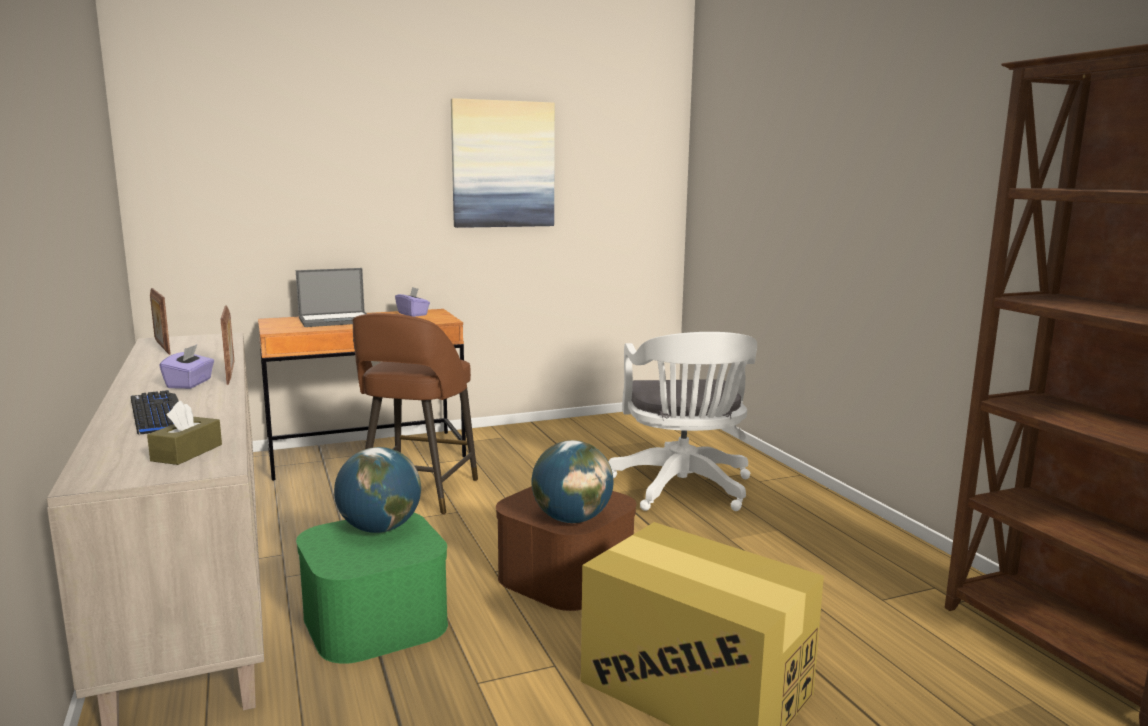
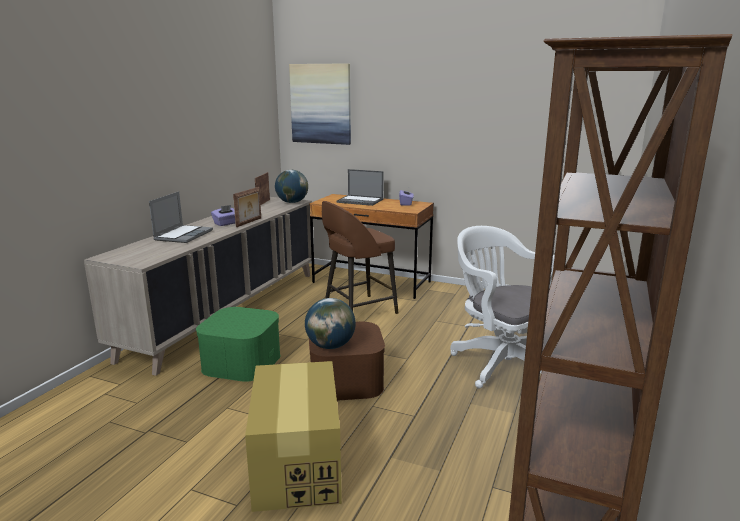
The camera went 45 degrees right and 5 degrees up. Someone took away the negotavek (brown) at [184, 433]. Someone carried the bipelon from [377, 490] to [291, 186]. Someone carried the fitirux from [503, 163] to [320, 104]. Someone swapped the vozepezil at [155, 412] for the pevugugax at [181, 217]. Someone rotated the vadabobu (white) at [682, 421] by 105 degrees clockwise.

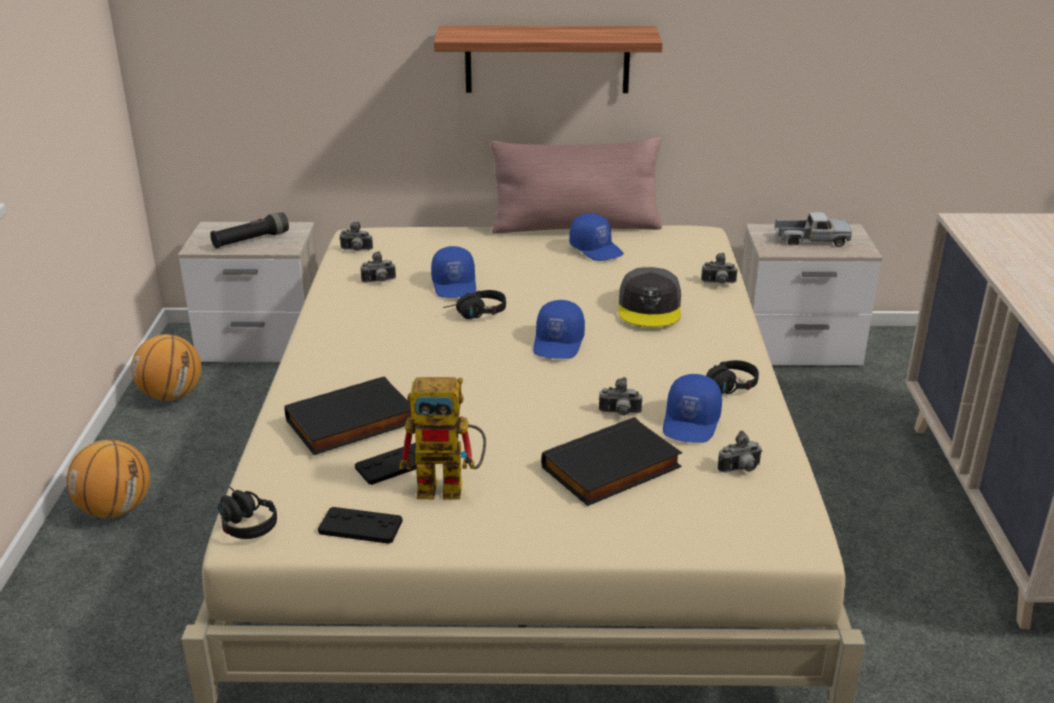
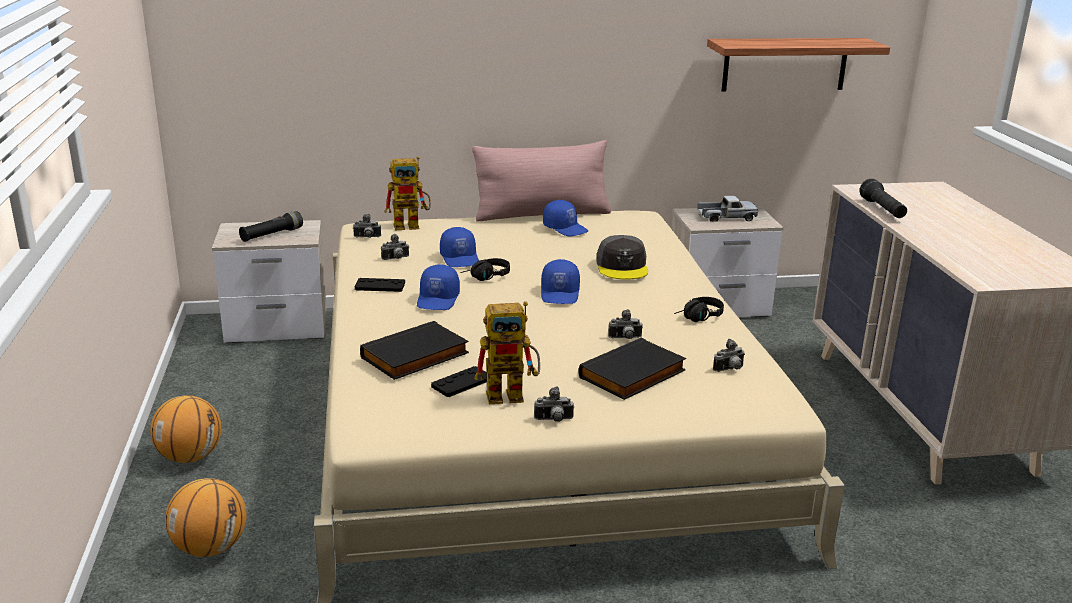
The camera went 10 degrees left and 5 degrees down. Someone took away the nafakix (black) at [247, 512]. Someone put down the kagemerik at [407, 193]. Someone put down the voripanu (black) at [883, 198]. Someone carried the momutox from [166, 367] to [206, 517]. Someone carried the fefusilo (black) from [360, 525] to [380, 285]. Someone carried the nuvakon from [548, 59] to [798, 65]. Someone carried the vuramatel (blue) from [692, 408] to [438, 287]. Someone carried the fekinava from [719, 268] to [554, 404].

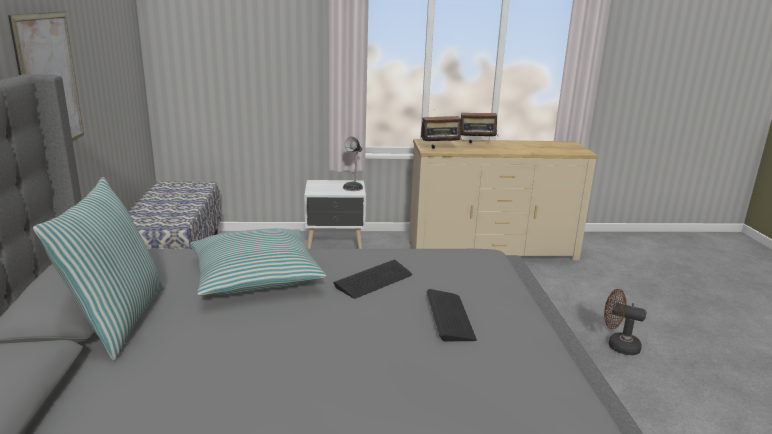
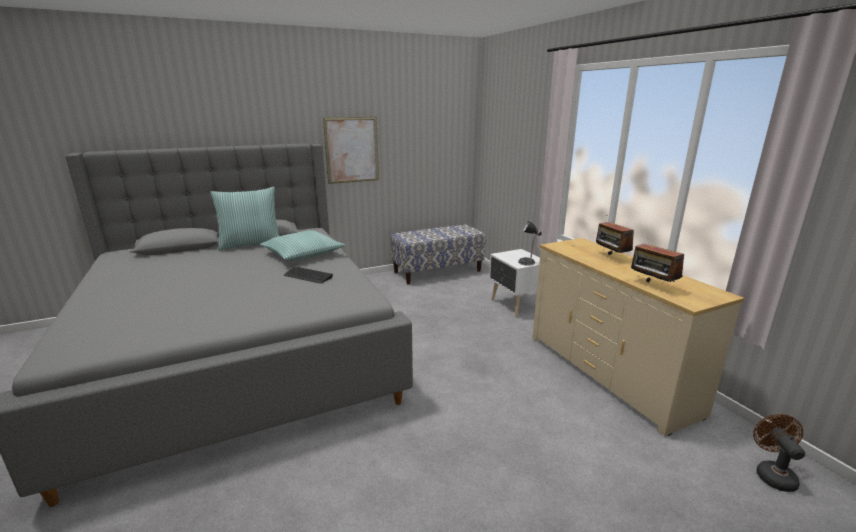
The camera went 70 degrees right and 0 degrees up. Someone took away the vozepezil at [451, 315]. Someone carried the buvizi from [442, 129] to [657, 263]. Someone carried the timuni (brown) from [625, 322] to [779, 453].

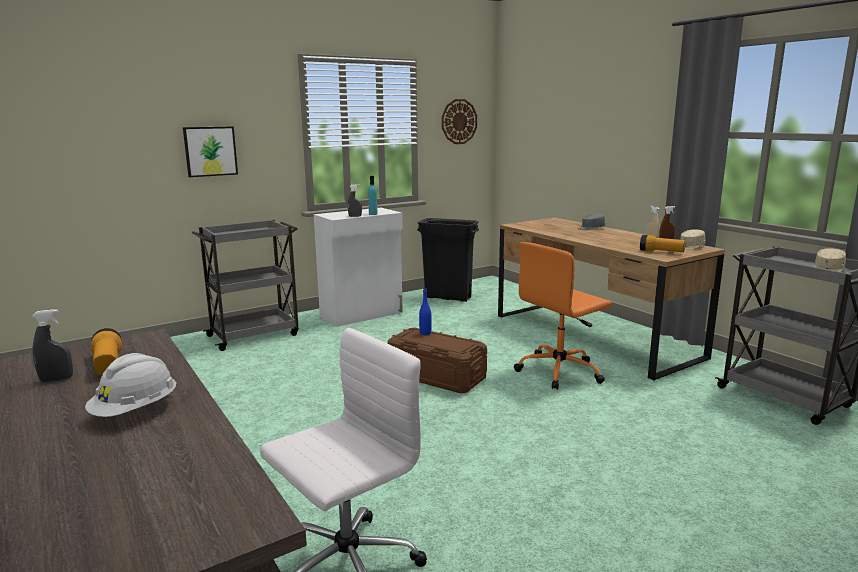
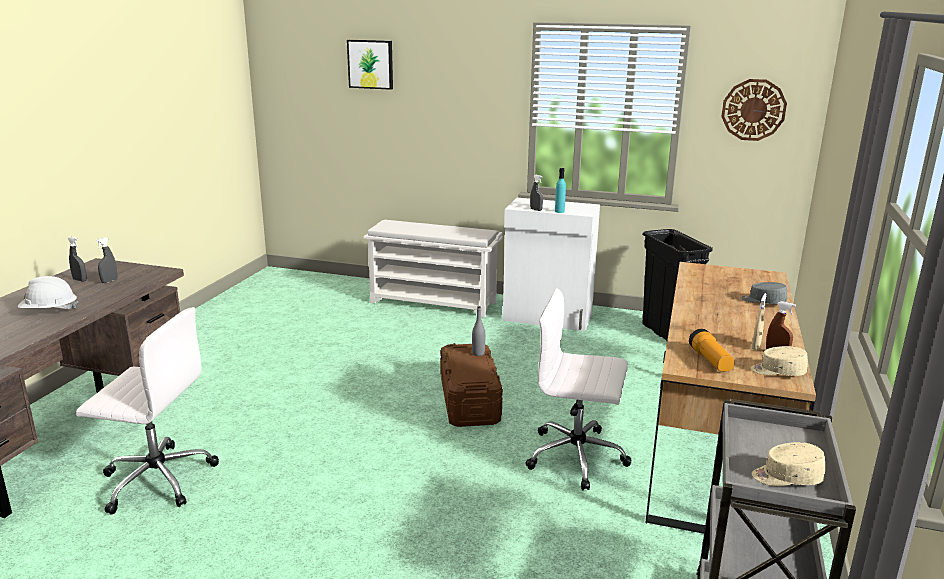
The camera went 50 degrees right and 5 degrees up. Someone carried the fitirux from [210, 151] to [370, 65]. Someone swapped the voripanu at [106, 351] for the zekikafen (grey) at [106, 260]. Someone swapped the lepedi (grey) at [245, 285] for the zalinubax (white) at [433, 268]. Someone repainted the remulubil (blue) at [425, 311], which became the remulubil (grey) at [478, 331]. Someone repainted the vadabobu (orange) at [563, 316], which became the vadabobu (white) at [578, 389].

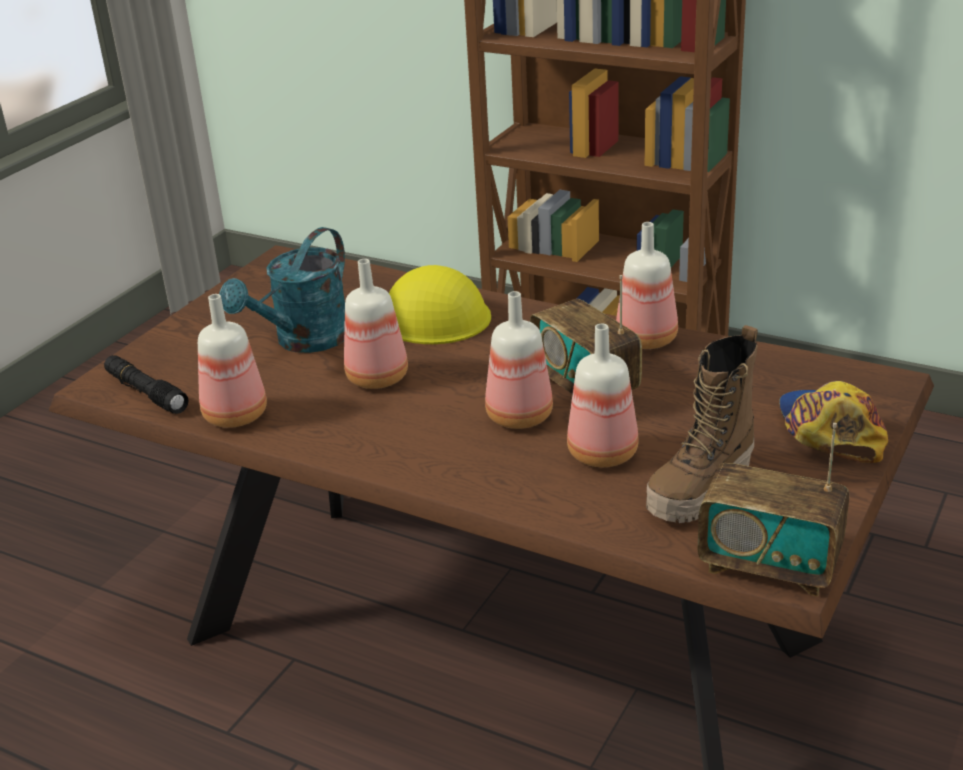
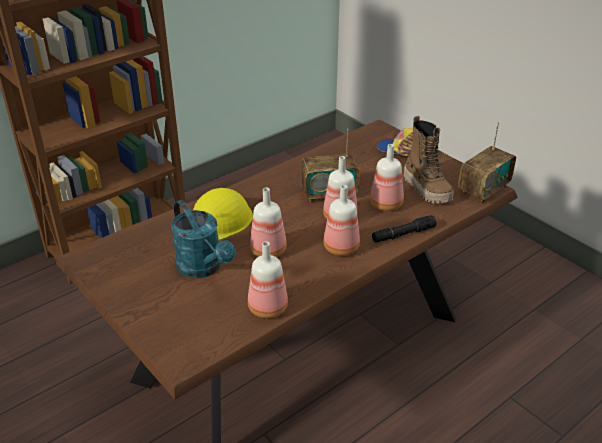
The camera went 70 degrees left and 5 degrees up. Someone carried the voripanu (black) from [146, 384] to [404, 228]. Someone carried the remulubil from [647, 285] to [342, 220].

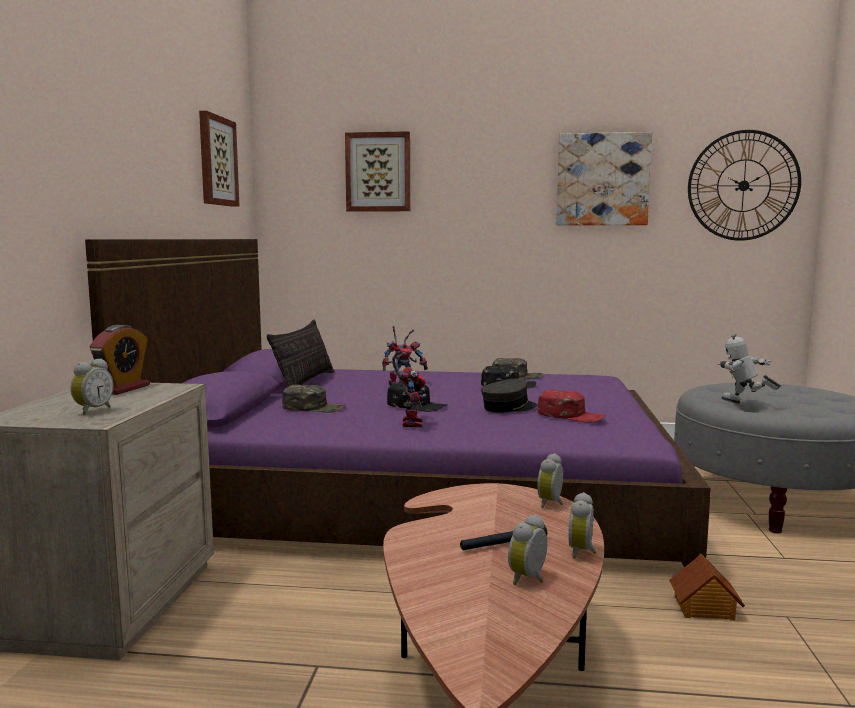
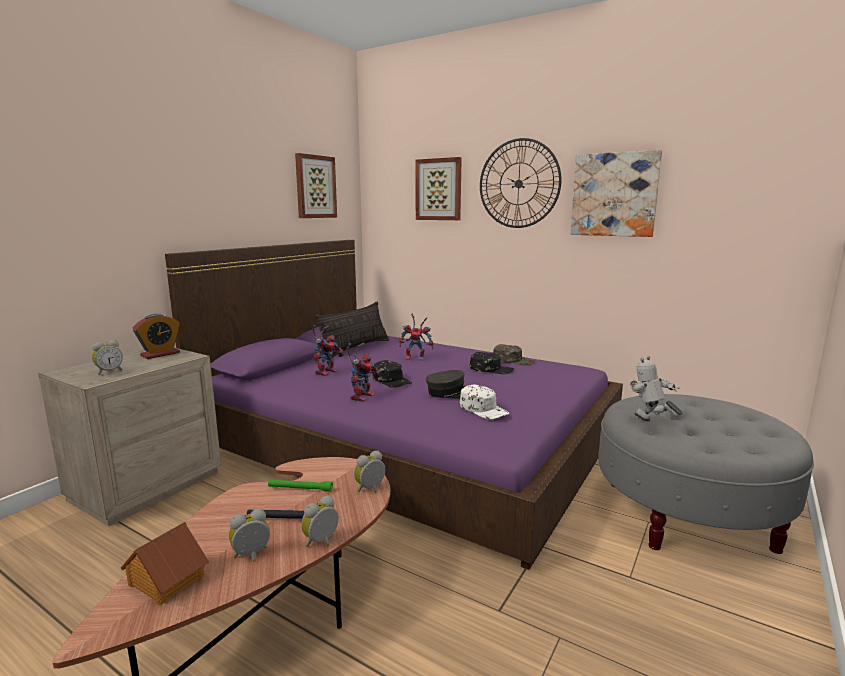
The camera went 25 degrees right and 5 degrees up. Someone put down the voripanu (green) at [300, 486]. Someone carried the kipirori from [707, 587] to [165, 563]. Someone carried the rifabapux from [744, 185] to [521, 183]. Someone swapped the vuramatel (green) at [314, 399] for the kagemerik at [328, 350]. Someone repainted the vuramatel (red) at [571, 406], which became the vuramatel (white) at [485, 402].

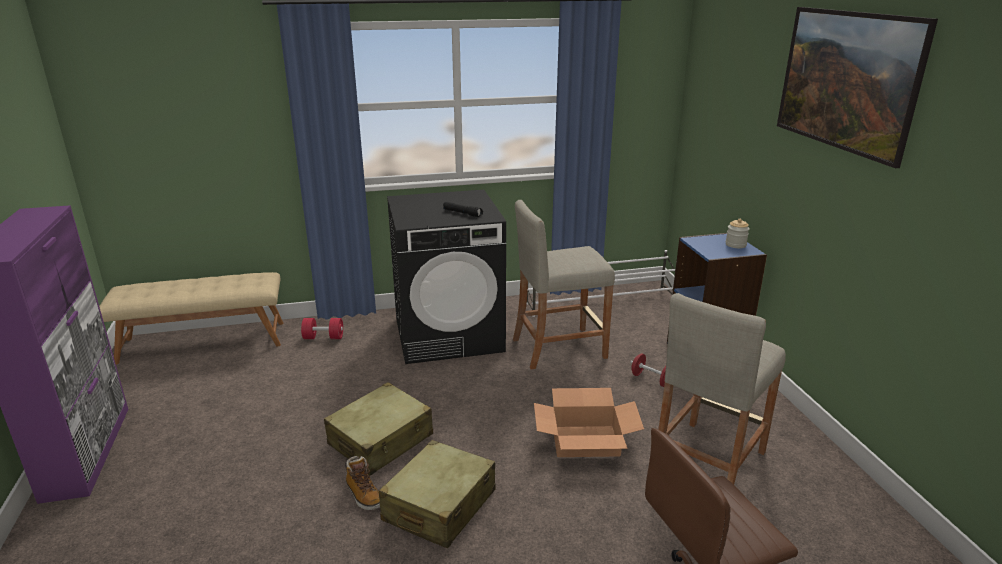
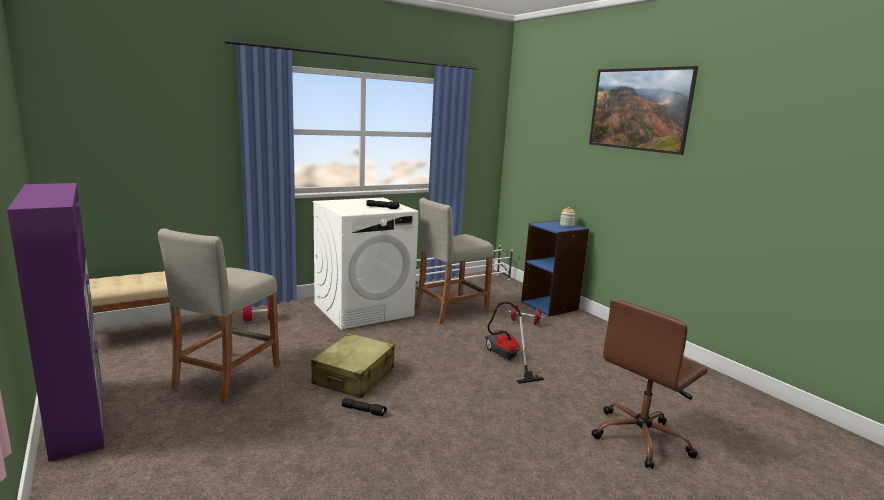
The camera went 20 degrees left and 10 degrees down. Someone took away the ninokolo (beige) at [437, 494]. Someone carried the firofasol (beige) from [722, 388] to [218, 315]. Someone swapped the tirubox at [362, 483] for the voripanu (black) at [364, 407]. Someone swapped the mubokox at [589, 422] for the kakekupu at [515, 343]. Someone repainted the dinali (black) at [446, 277], which became the dinali (white) at [366, 264].

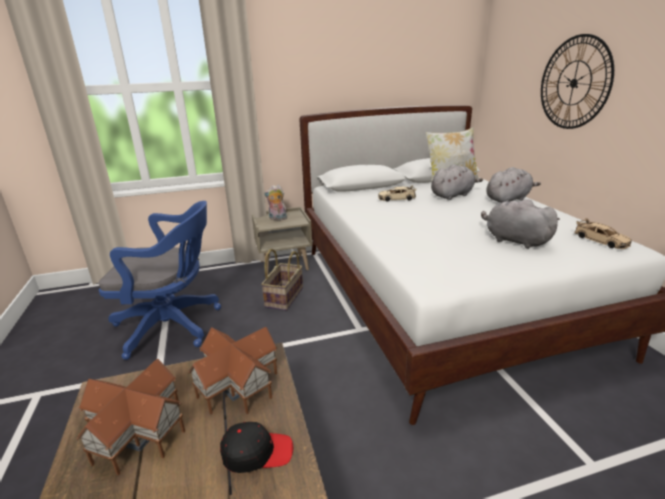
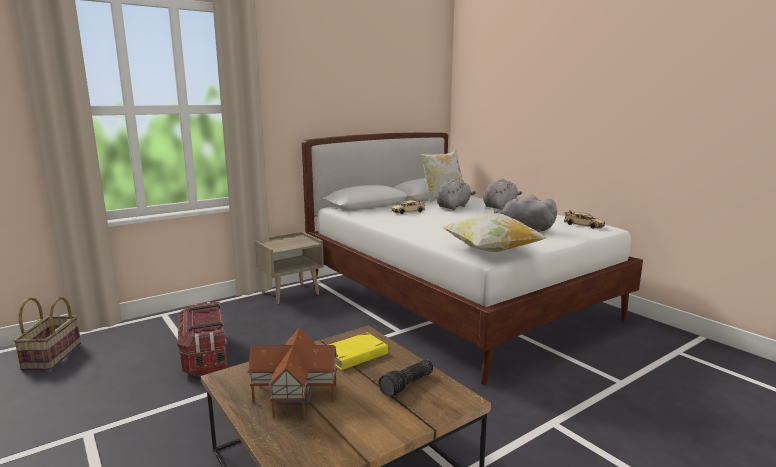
The camera went 20 degrees left and 10 degrees down. Someone took away the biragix at [275, 203]. Someone took away the rifabapux at [577, 81]. Someone put down the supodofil at [493, 232]. Someone carried the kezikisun from [282, 280] to [47, 333]. Someone swapped the vadabobu (blue) at [160, 280] for the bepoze at [202, 339]. Someone swapped the kipirori at [232, 370] for the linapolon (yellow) at [360, 351]. Someone swapped the vuramatel (black) at [256, 447] for the voripanu at [405, 378].

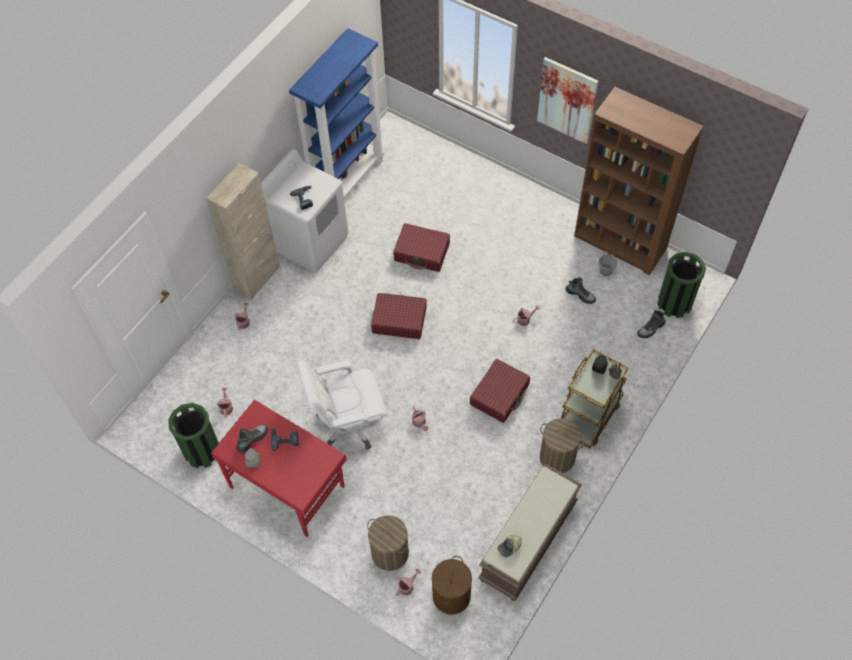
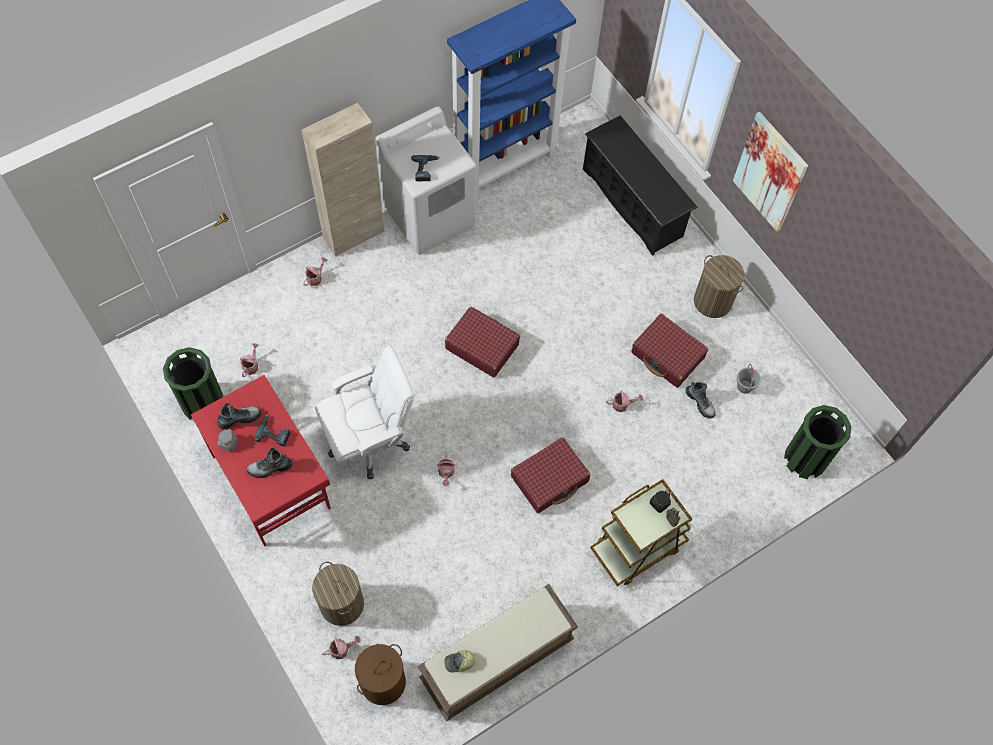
The camera went 20 degrees right and 5 degrees up. Someone took away the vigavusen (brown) at [639, 181]. Someone put down the zalinubax (black) at [640, 186]. Someone carried the ninokolo (red) from [421, 247] to [669, 351]. Someone carried the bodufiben from [562, 445] to [719, 286]. Someone carried the tirubox from [651, 324] to [269, 463]. Someone rotated the vadabobu (white) at [341, 404] by 150 degrees clockwise.

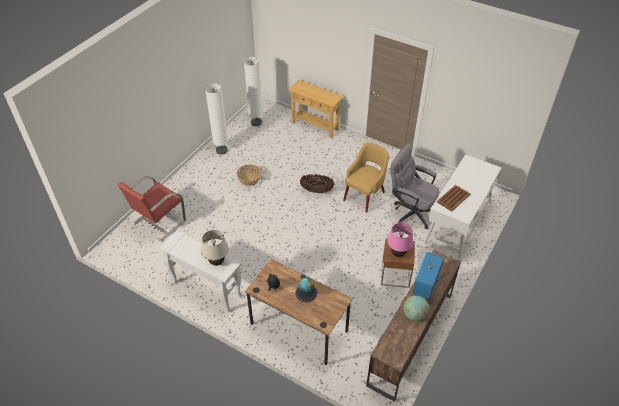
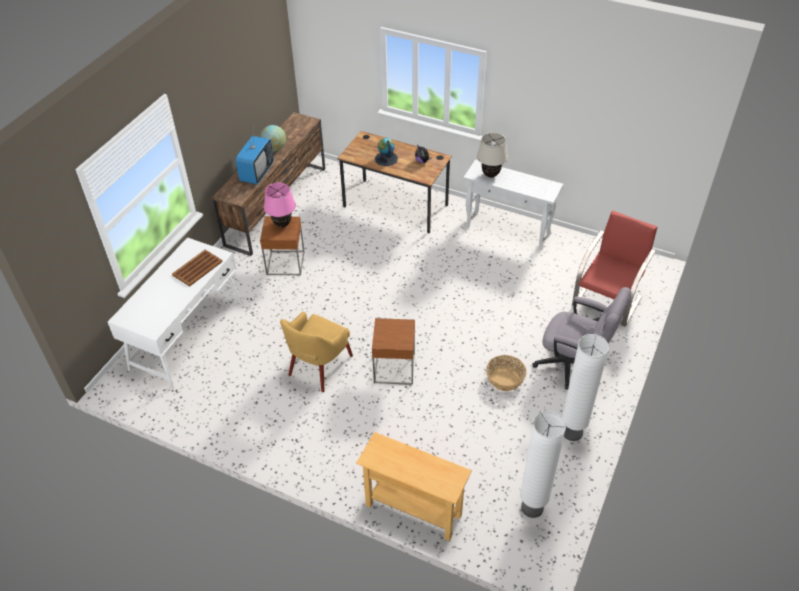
The camera went 175 degrees right and 0 degrees up. Someone carried the vadabobu (grey) from [415, 186] to [581, 338]. Someone swapped the kezikisun at [317, 183] for the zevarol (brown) at [393, 351].

